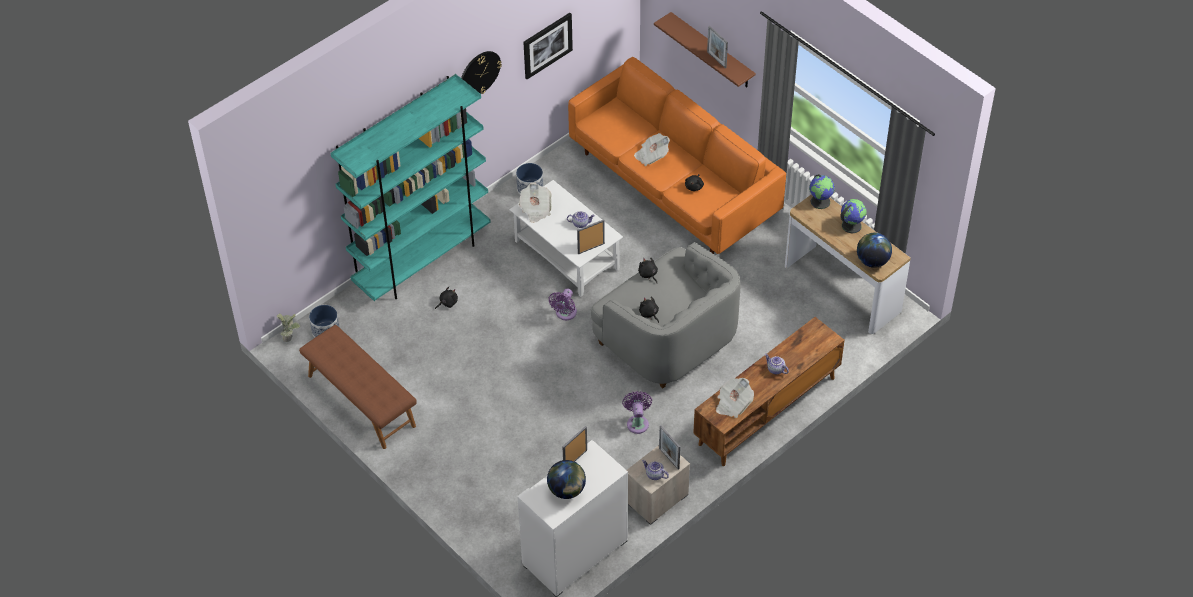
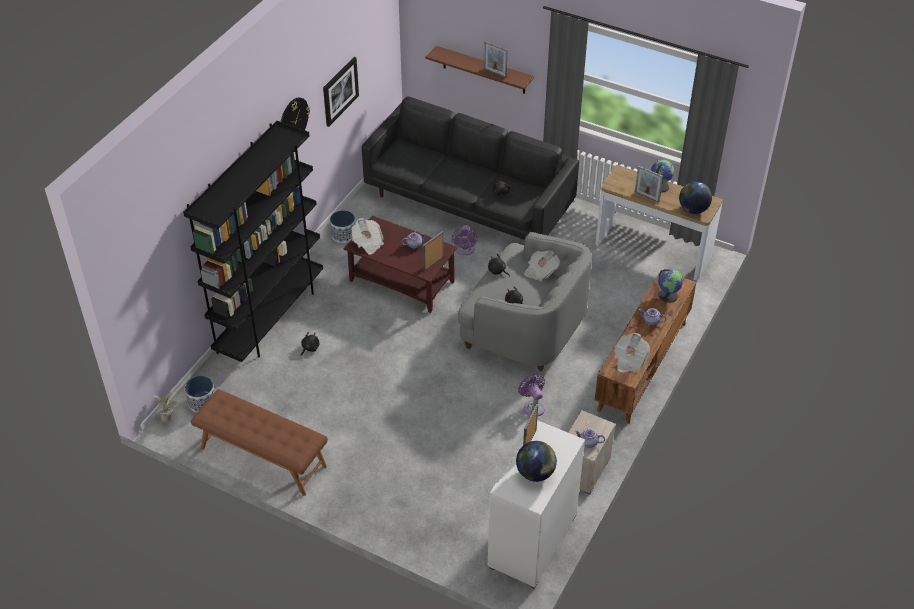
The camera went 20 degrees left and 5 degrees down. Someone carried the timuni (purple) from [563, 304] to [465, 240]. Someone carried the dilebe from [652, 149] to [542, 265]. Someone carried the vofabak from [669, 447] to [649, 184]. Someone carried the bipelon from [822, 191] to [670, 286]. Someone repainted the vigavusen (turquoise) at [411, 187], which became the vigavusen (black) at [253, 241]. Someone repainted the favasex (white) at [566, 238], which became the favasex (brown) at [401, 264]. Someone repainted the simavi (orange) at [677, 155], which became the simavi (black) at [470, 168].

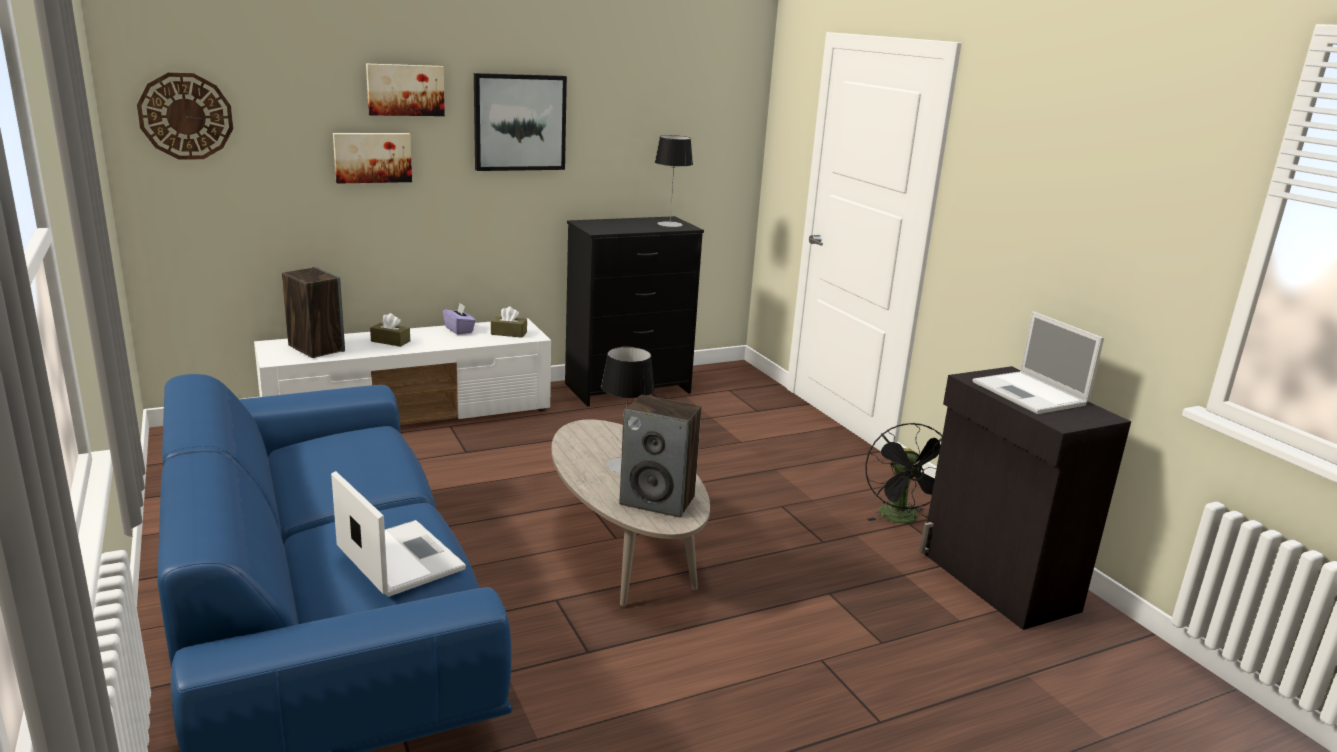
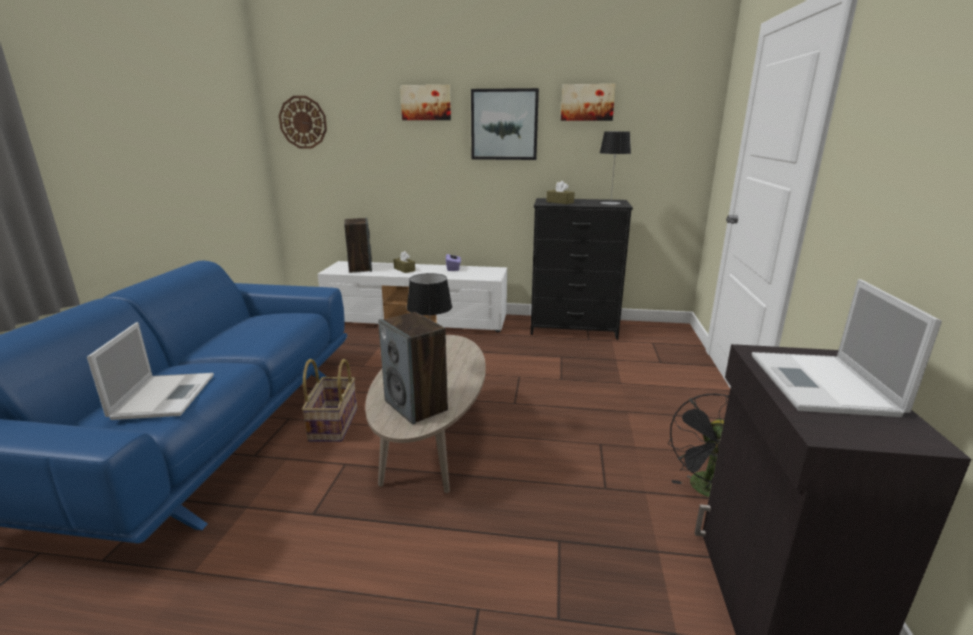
The camera went 35 degrees right and 0 degrees up. Someone put down the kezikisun at [329, 400]. Someone carried the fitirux from [372, 158] to [588, 102]. Someone carried the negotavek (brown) from [509, 322] to [560, 192].

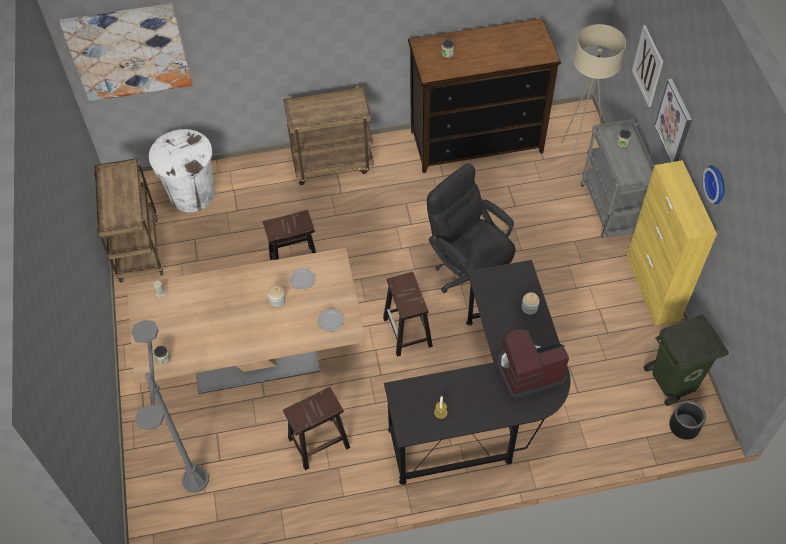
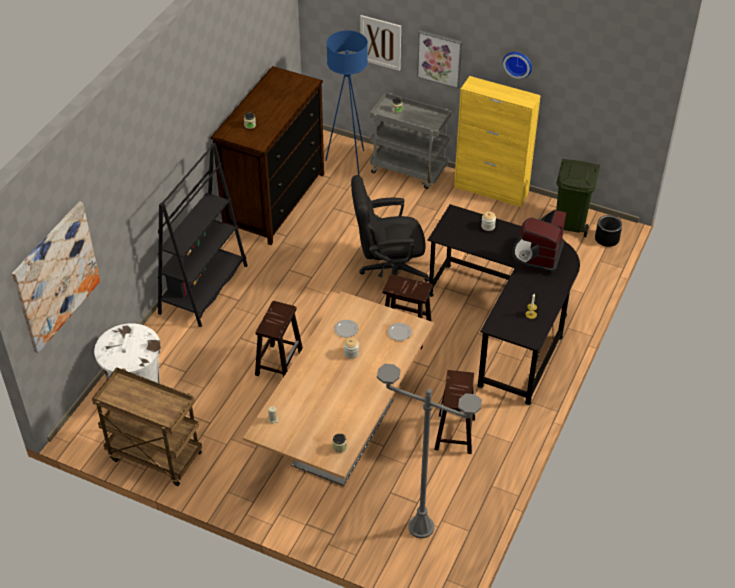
The camera went 55 degrees left and 10 degrees down. Someone swapped the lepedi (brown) at [328, 135] for the vigavusen (black) at [202, 235]. Someone repainted the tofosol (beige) at [594, 101], which became the tofosol (blue) at [346, 103].

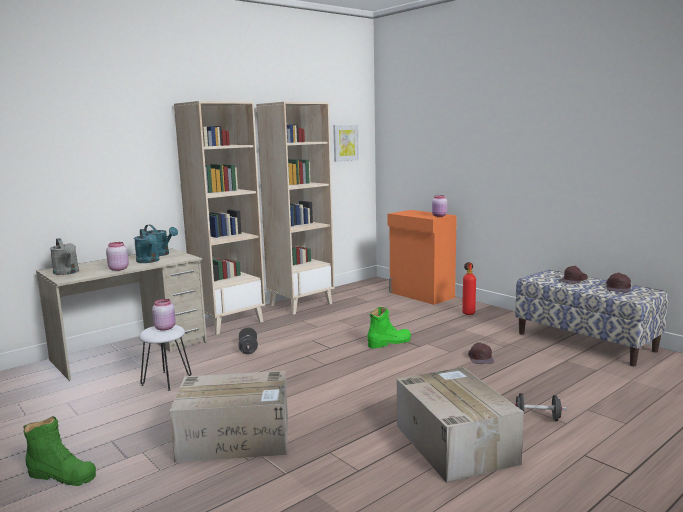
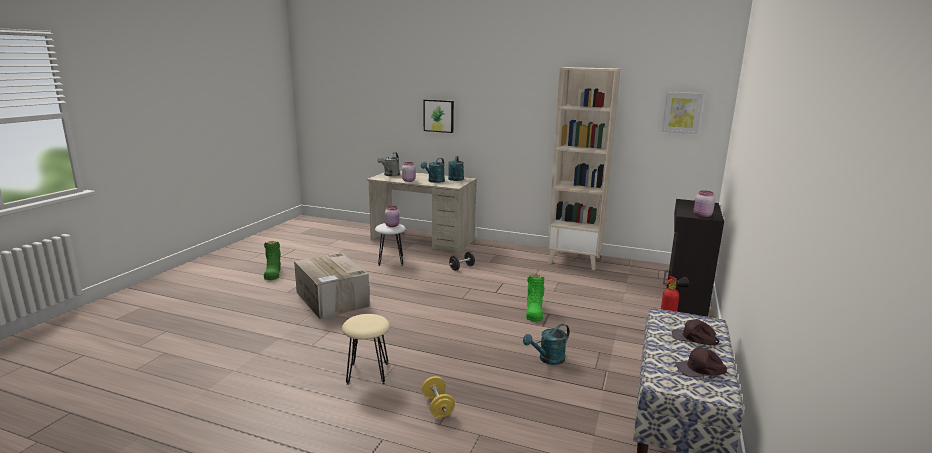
The camera went 60 degrees right and 5 degrees up. Someone took away the vigavusen (beige) at [219, 218]. Someone put up the fitirux at [439, 116]. Someone swapped the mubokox at [460, 425] for the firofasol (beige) at [366, 349]. Someone swapped the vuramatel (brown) at [481, 353] for the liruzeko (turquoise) at [546, 344]. Someone repainted the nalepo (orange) at [422, 257], which became the nalepo (black) at [693, 258]. Someone repainted the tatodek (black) at [540, 407], which became the tatodek (yellow) at [438, 397]. Someone rotated the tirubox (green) at [389, 327] by 60 degrees clockwise.

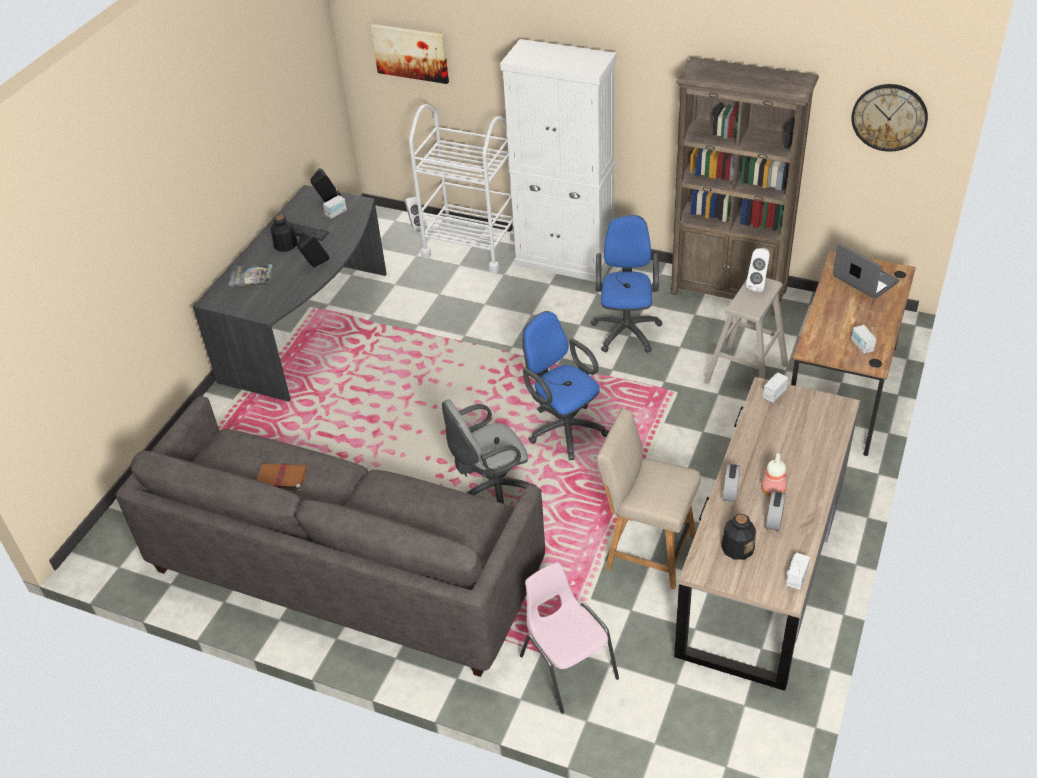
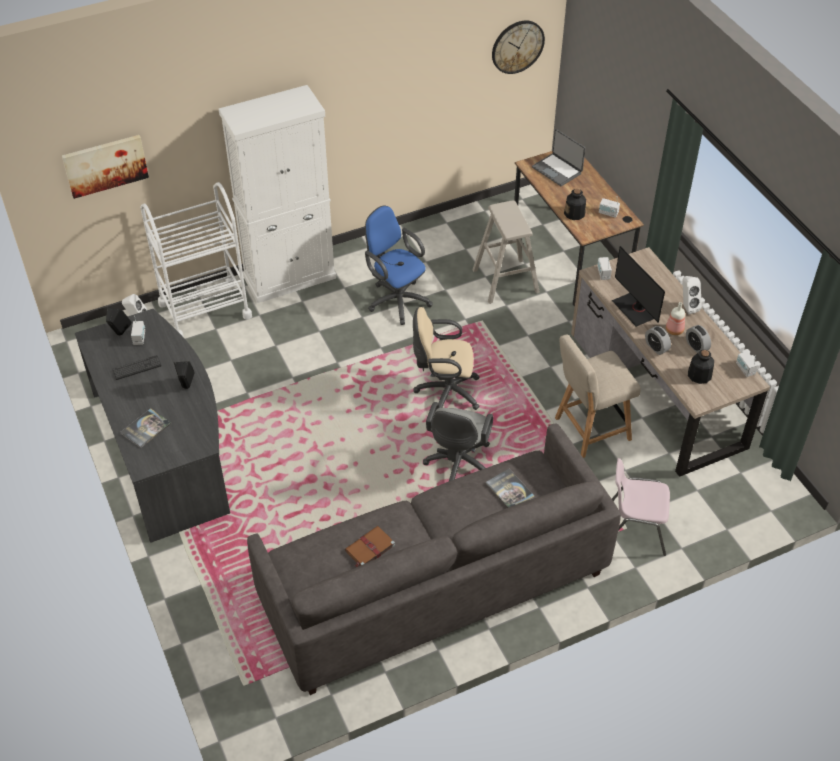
The camera went 50 degrees left and 5 degrees up. Someone took away the vigavusen (brown) at [745, 186]. Someone put down the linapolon at [510, 488]. Someone put down the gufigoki at [638, 286]. Someone carried the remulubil from [284, 233] to [575, 204]. Someone carried the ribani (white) from [757, 270] to [692, 295]. Someone repainted the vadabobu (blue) at [566, 385], which became the vadabobu (beige) at [446, 358]. Someone rotated the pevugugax at [866, 271] by 135 degrees counterclockwise.

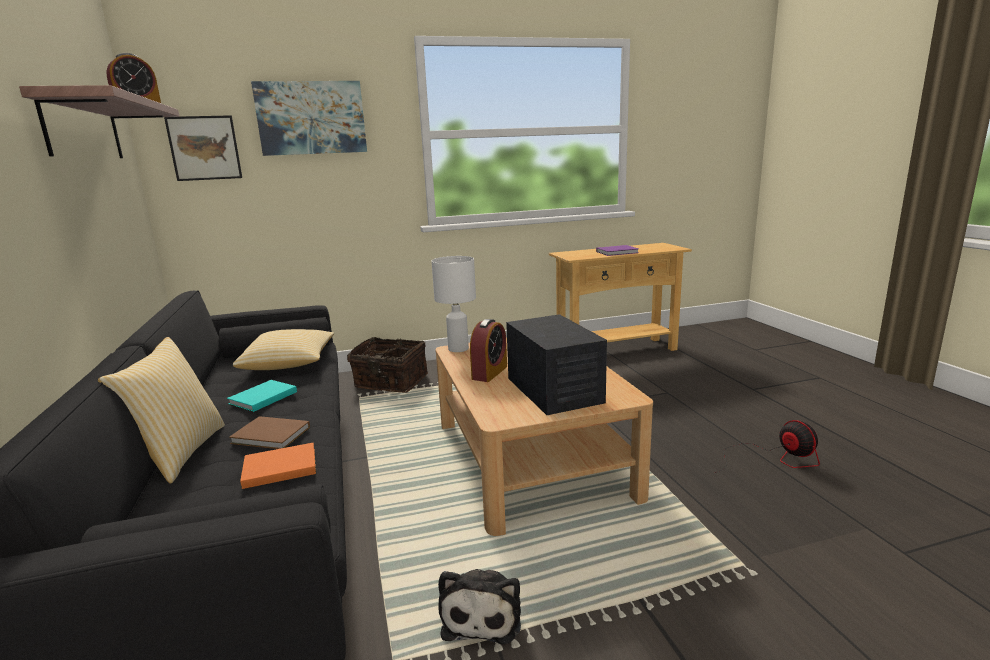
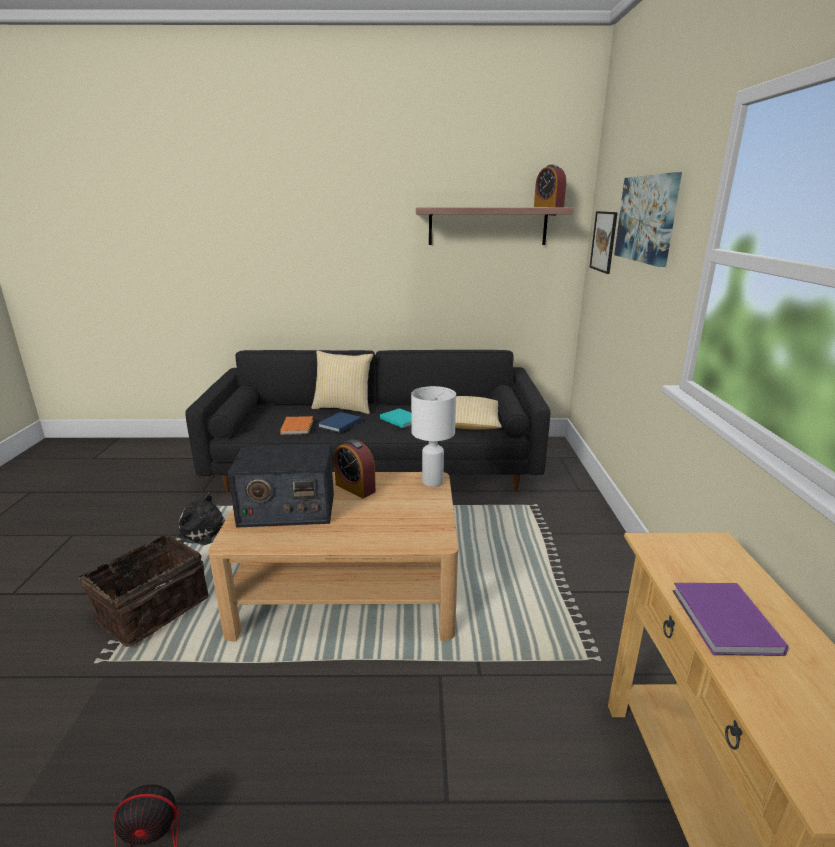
The camera went 105 degrees right and 5 degrees up. Someone carried the kezikisun from [387, 365] to [143, 591]. Someone repainted the linapolon (brown) at [269, 432], which became the linapolon (blue) at [339, 422].

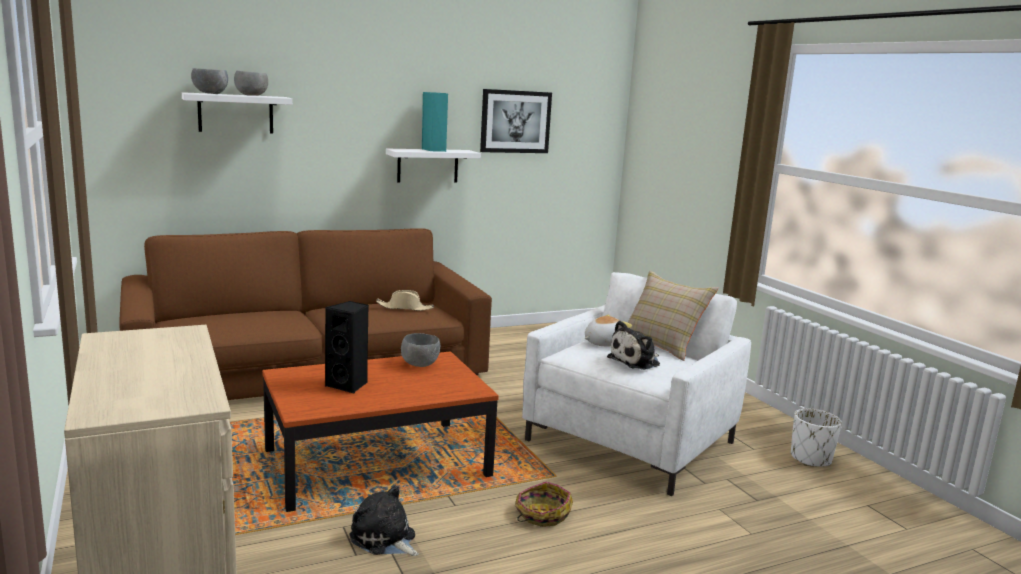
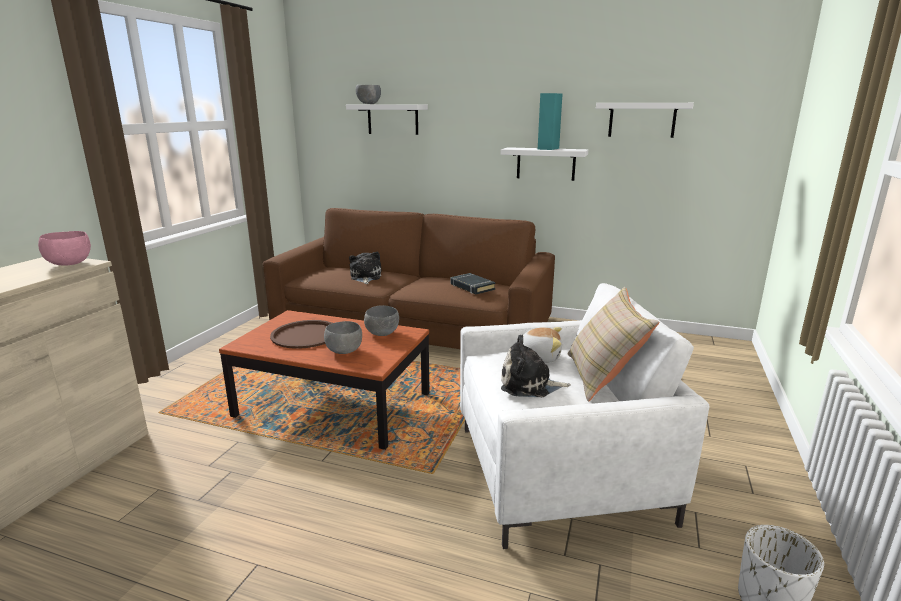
The camera went 45 degrees right and 5 degrees up. Someone took away the kezikisun at [544, 504]. Someone put down the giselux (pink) at [64, 248]. Someone carried the giselux (grey) from [251, 83] to [343, 337]. Someone carried the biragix from [384, 520] to [365, 268]. Someone swapped the ribani (black) at [346, 347] for the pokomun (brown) at [301, 334]. Someone swapped the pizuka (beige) at [405, 300] for the linapolon (black) at [473, 283]. Someone swapped the fitirux at [516, 121] for the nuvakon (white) at [645, 120].

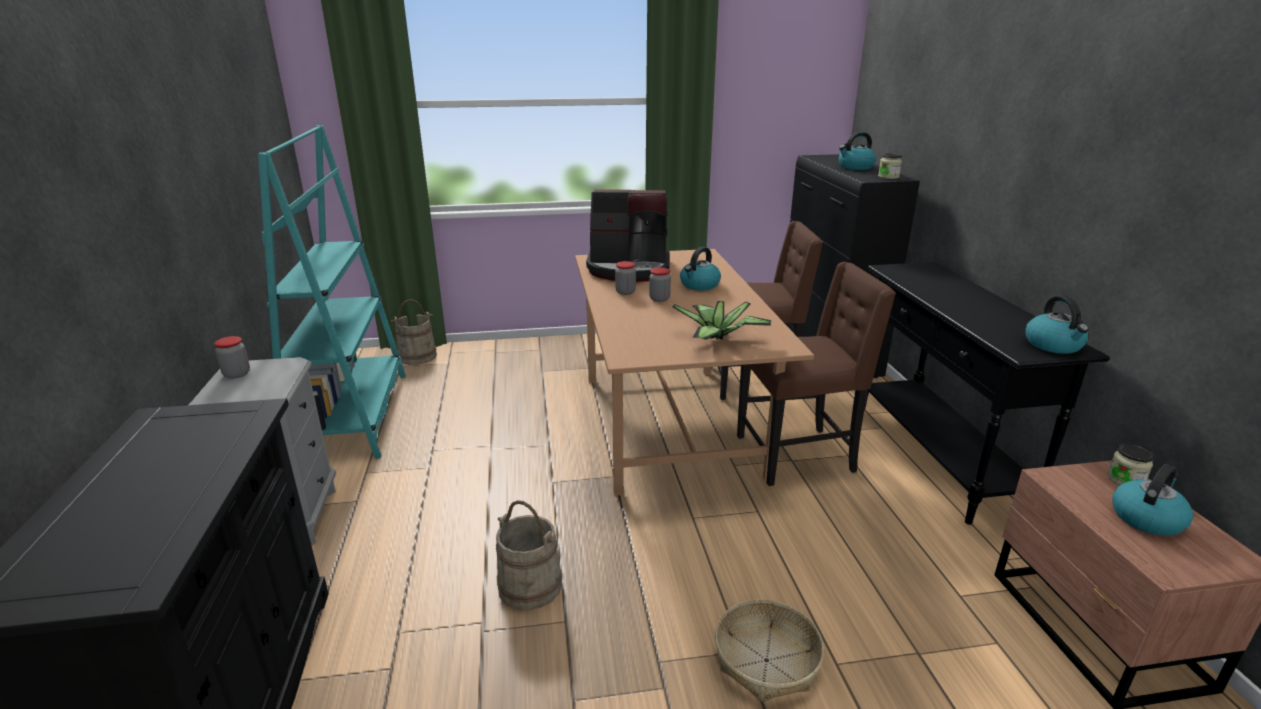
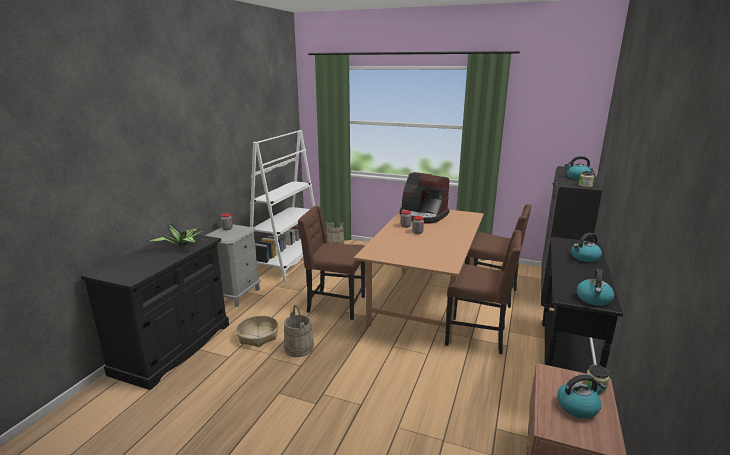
The camera went 30 degrees right and 5 degrees down. Someone put down the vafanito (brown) at [332, 263]. Someone carried the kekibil from [722, 320] to [175, 235]. Someone carried the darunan from [700, 268] to [586, 247]. Someone carried the kezikisun from [769, 651] to [257, 331]. Someone repainted the vigavusen (turquoise) at [332, 292], which became the vigavusen (white) at [282, 206].

